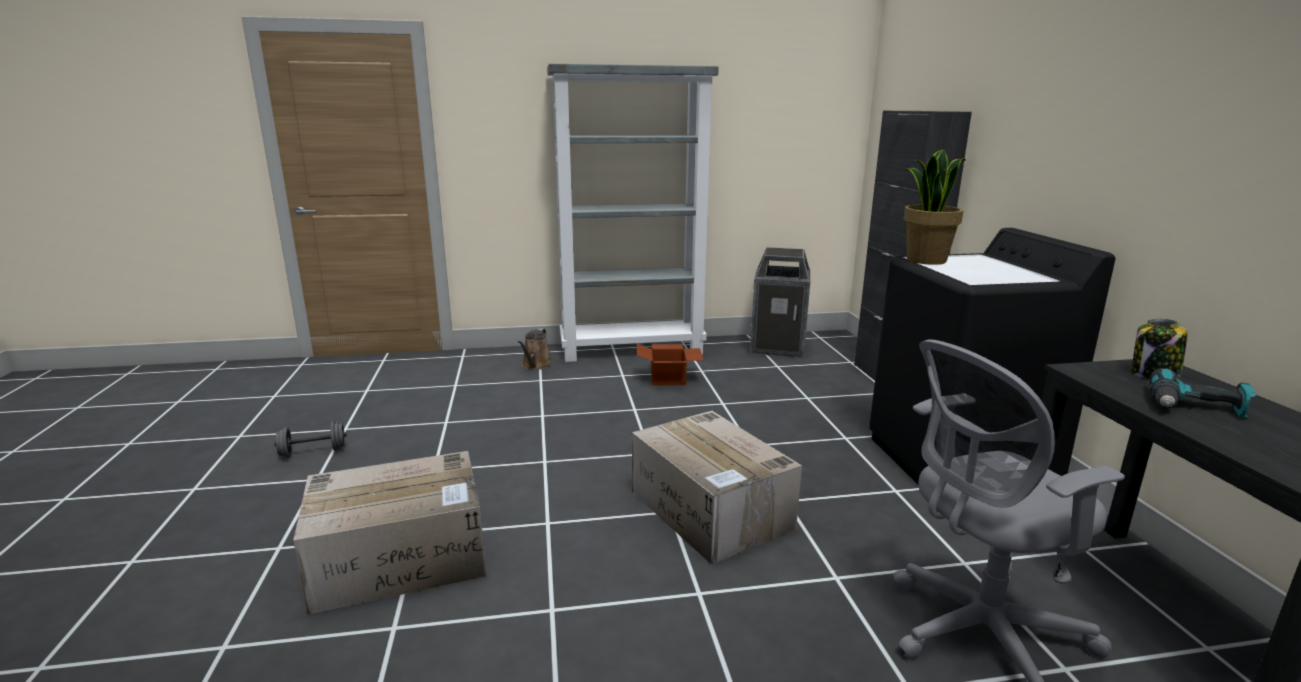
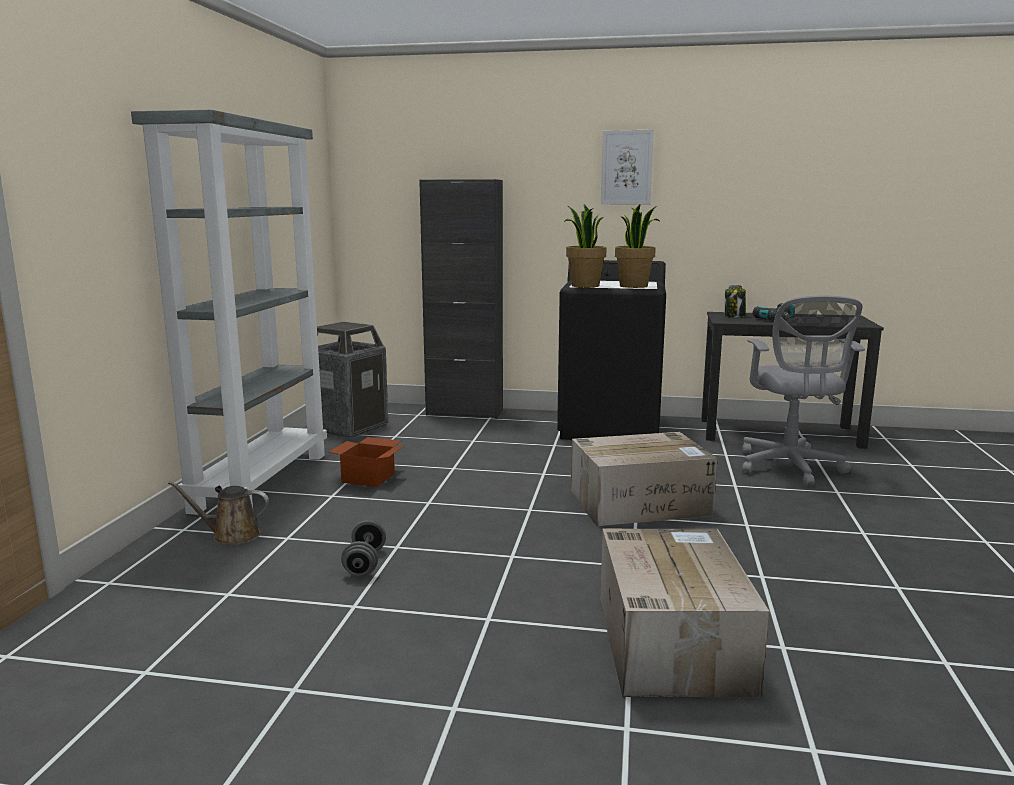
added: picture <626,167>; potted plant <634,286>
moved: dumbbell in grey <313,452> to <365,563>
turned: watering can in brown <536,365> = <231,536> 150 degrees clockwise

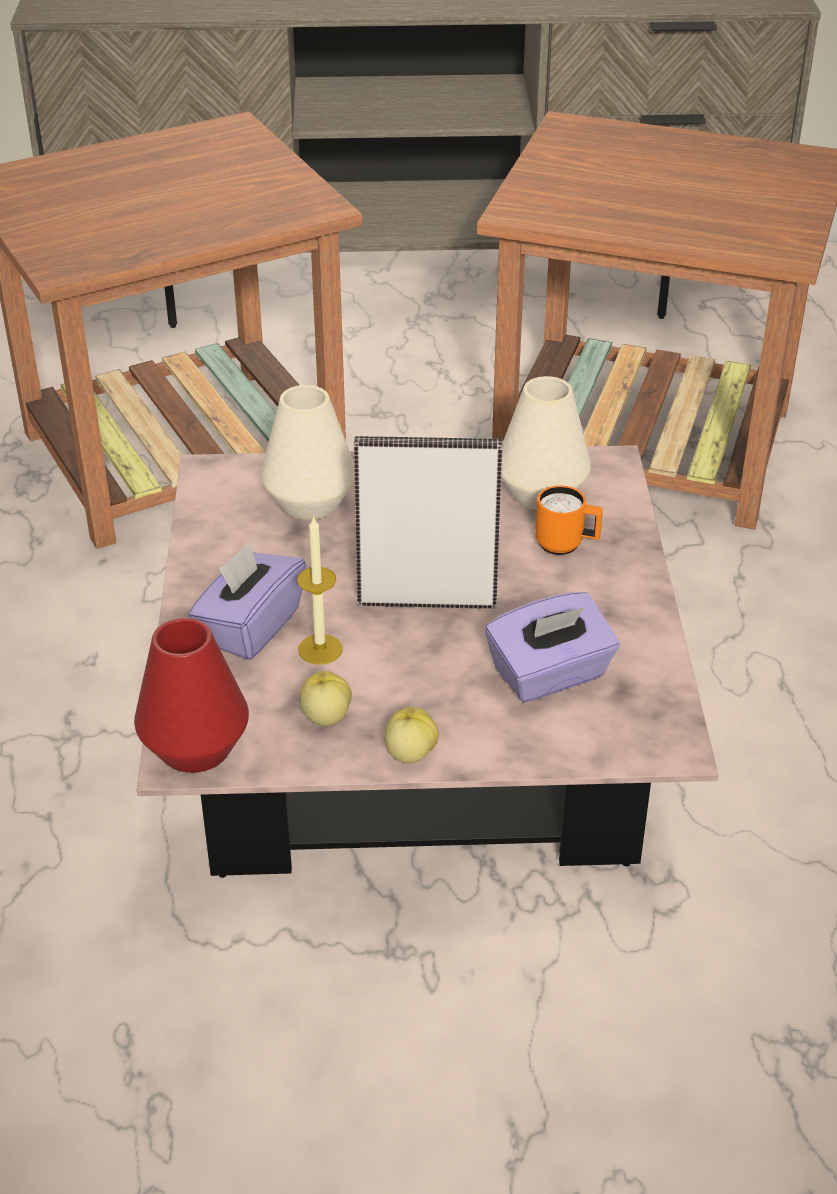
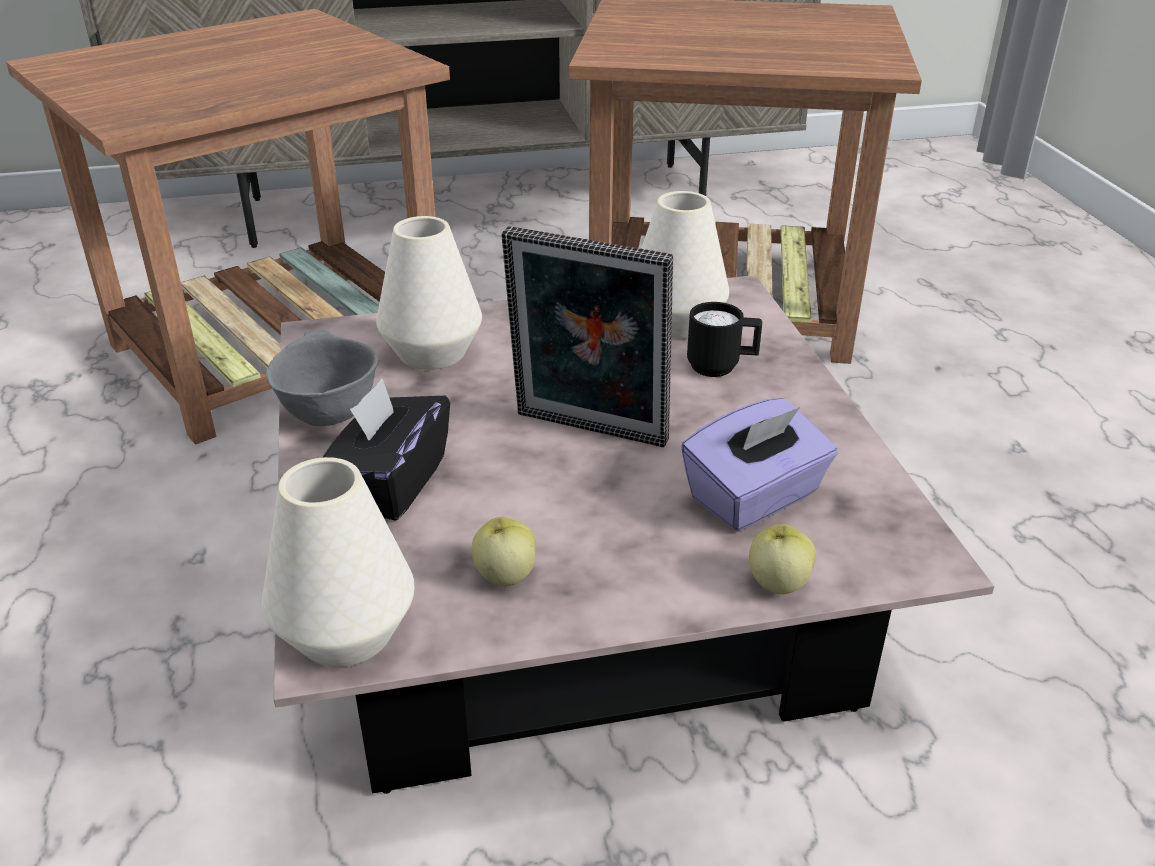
removed: candle <320,649>
added: bowl in grey <327,413>
moved: apple <410,753> to <777,583>
recoloured: vase in red <195,747> to vase in white <345,633>; tissue box in purple <250,627> to tissue box in black <390,484>; mug in orange <566,545> to mug in black <721,367>
turned: picture frame <427,598> = <588,432> 150 degrees counterclockwise

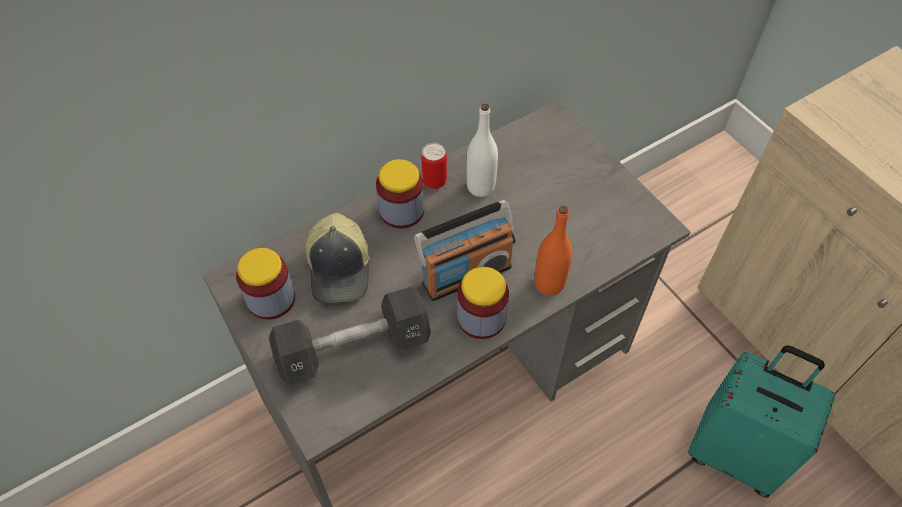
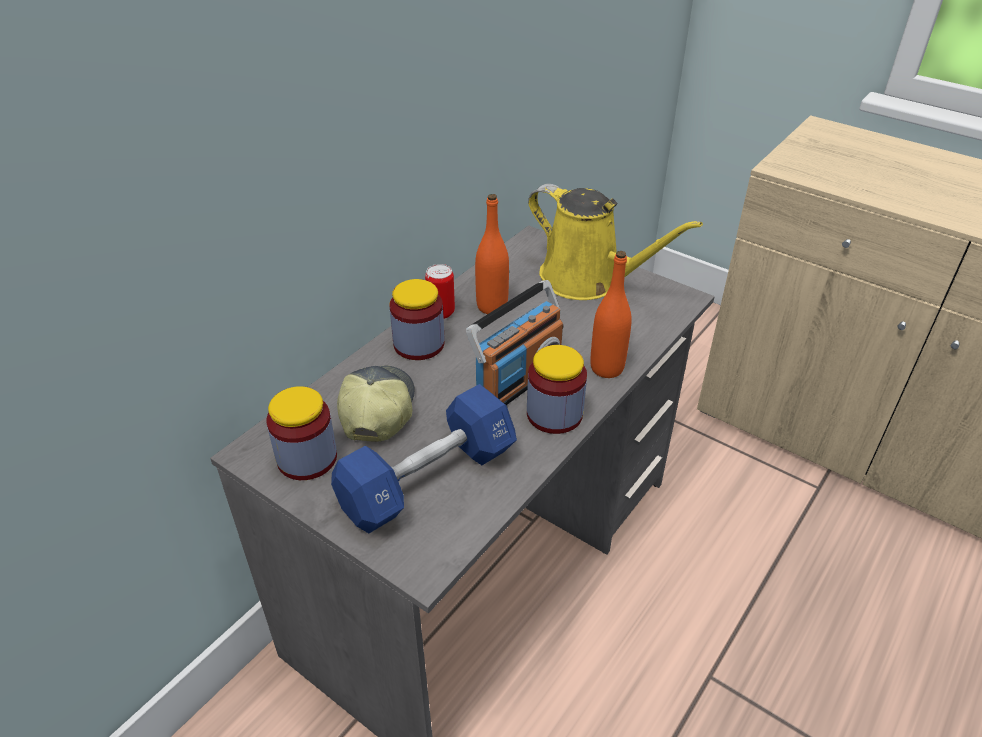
removed: suitcase in turquoise <735,453>
added: watering can in yellow <588,280>
recoloured: dumbbell in black <353,348> to dumbbell in blue <428,479>; bottle in white <480,187> to bottle in orange <492,306>
turned: cap <341,268> = <376,410> 150 degrees counterclockwise

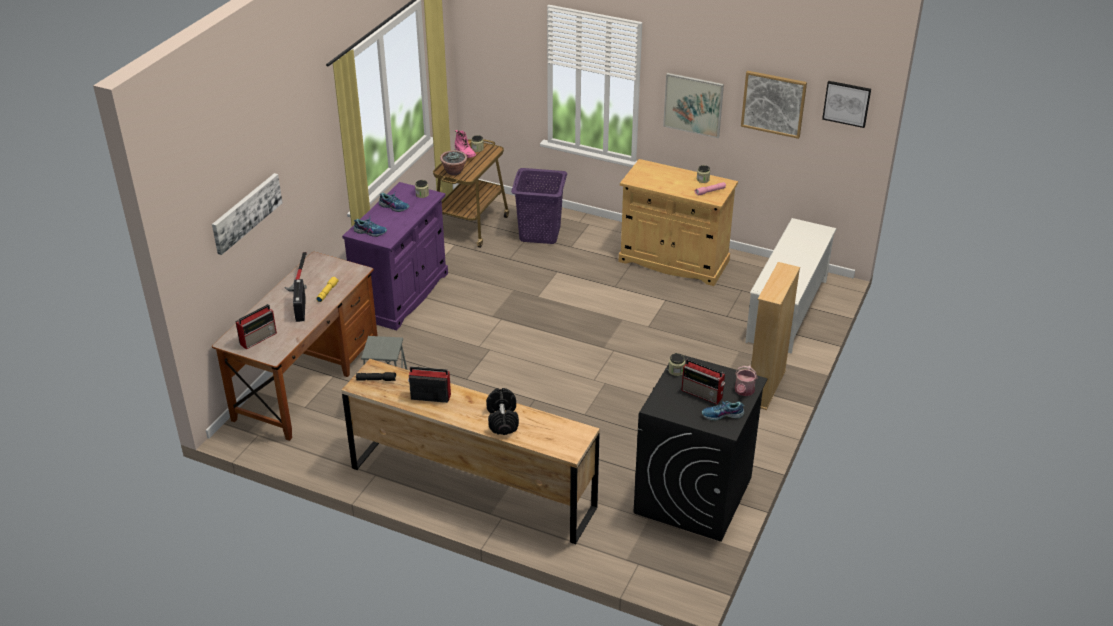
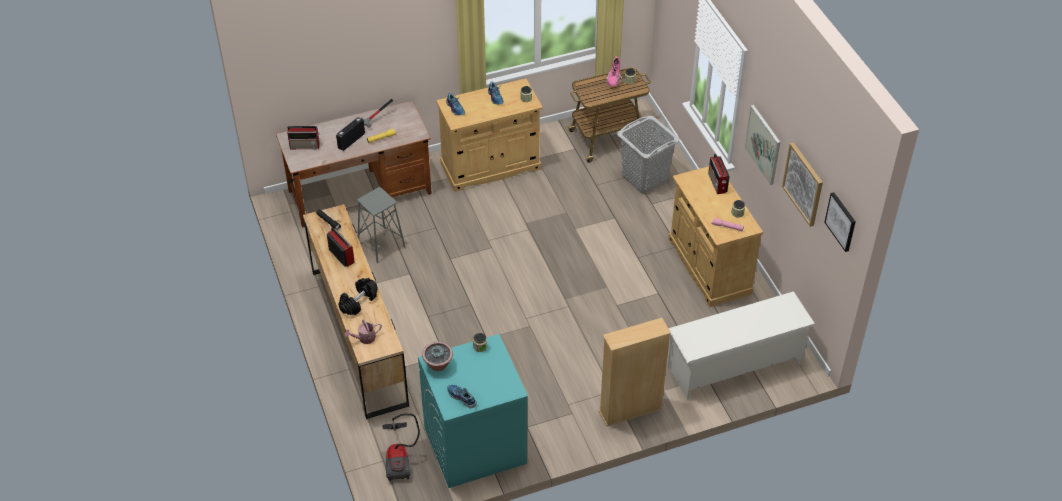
removed: picture <246,212>
added: vacuum cleaner <400,458>
moved: watering can <743,391> to <364,338>; potted plant <454,171> to <438,365>; radio <703,394> to <717,184>
recoloured: washing machine in black <693,495> to washing machine in turquoise <474,445>; cabinet in purple <402,295> to cabinet in beige <490,166>; laundry basket in purple <540,234> to laundry basket in grey <644,178>

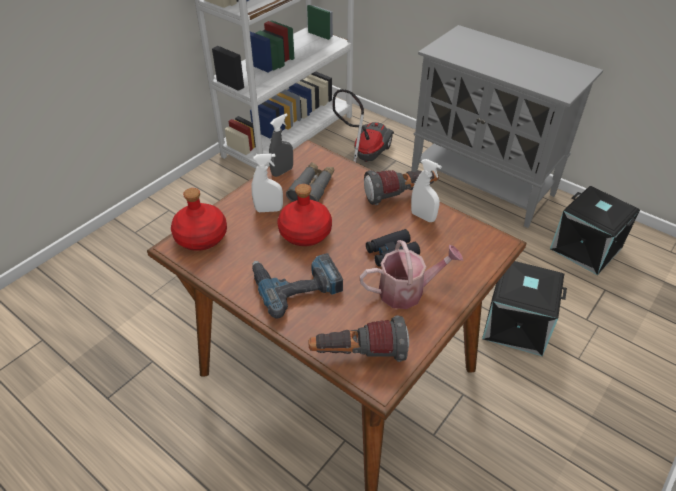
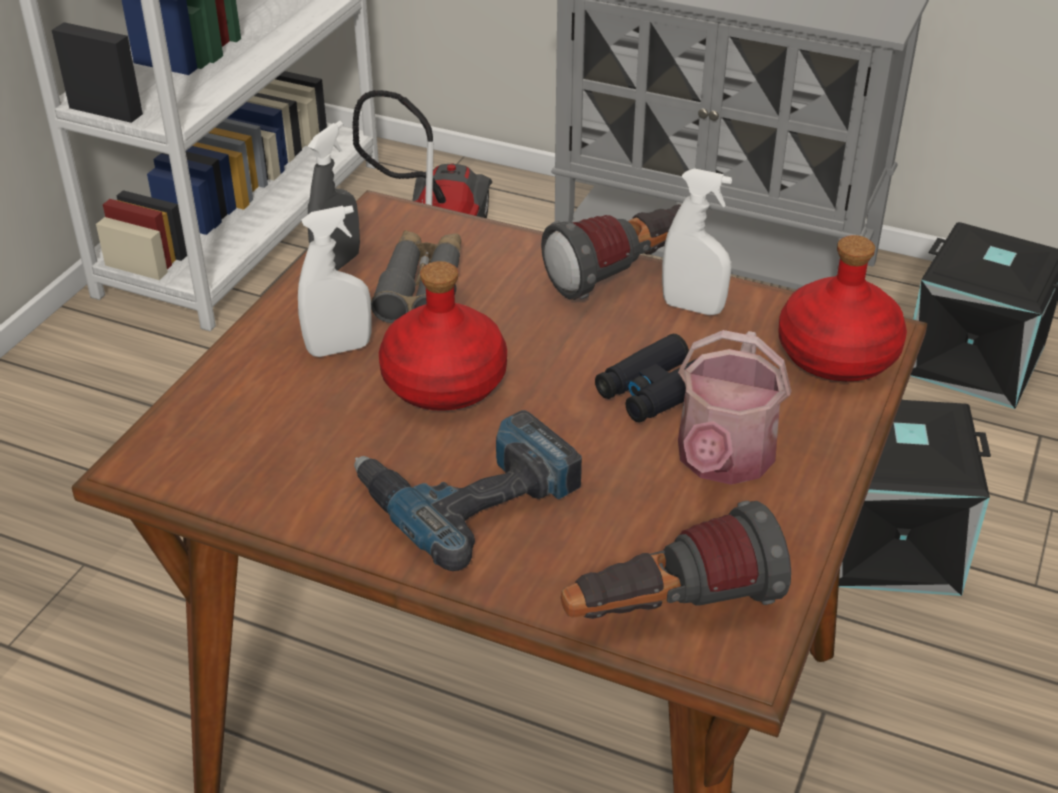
moved: bottle in red <202,237> to <838,355>
turned: watering can <407,291> = <722,461> 135 degrees clockwise

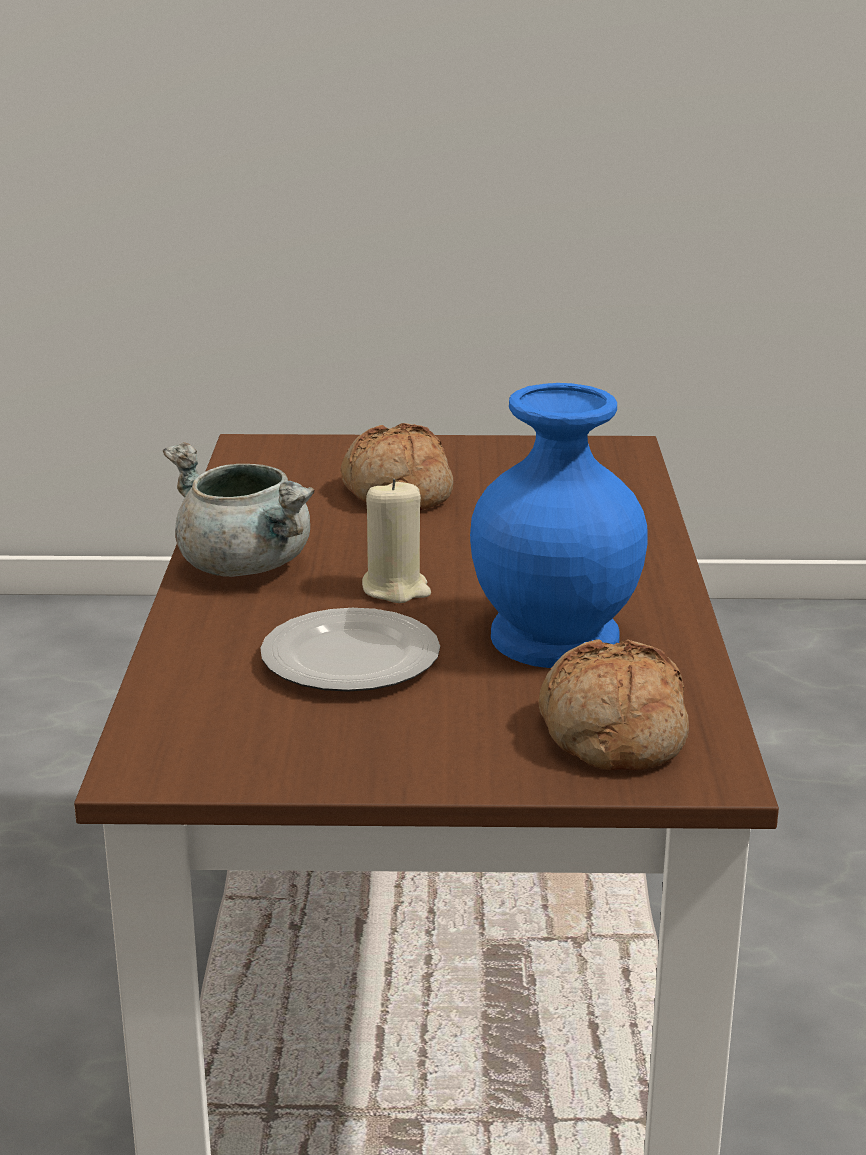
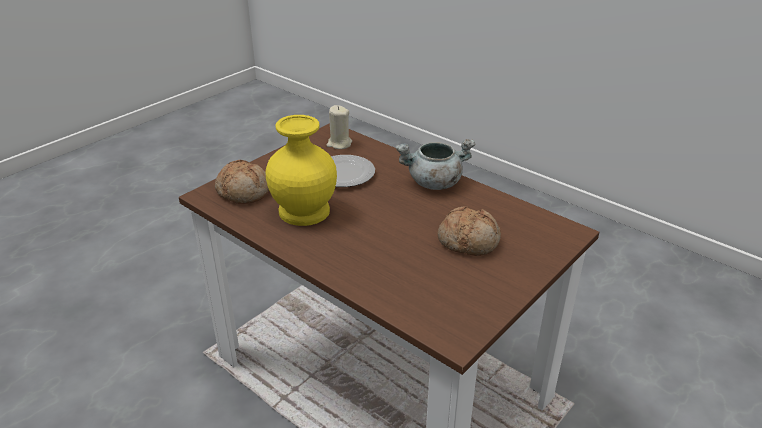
moved: candle in beige <396,589> to <339,144>
recoloured: vase in blue <555,640> to vase in yellow <303,211>

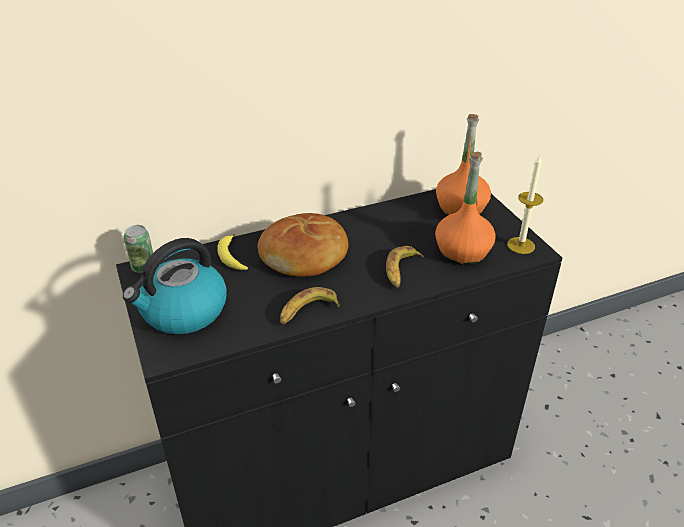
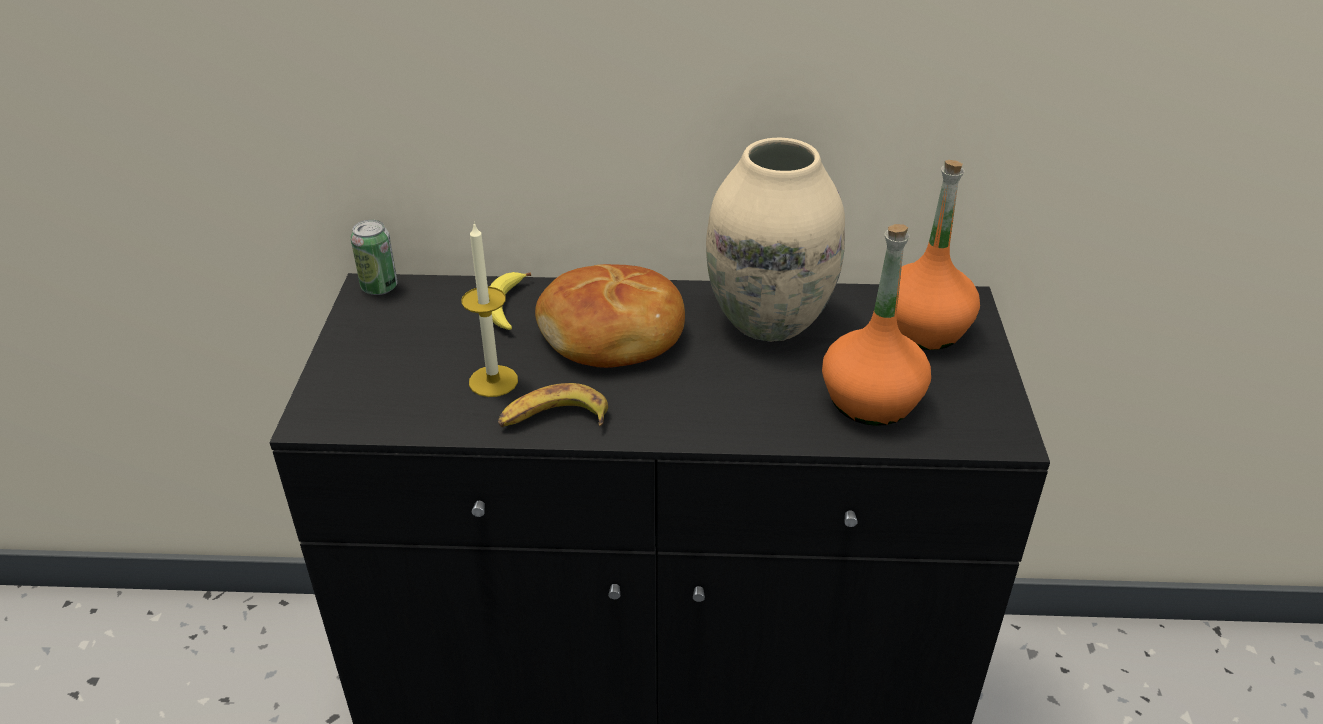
removed: kettle <183,312>; banana <401,271>
added: vase in beige <767,320>
moved: candle <521,245> to <493,381>

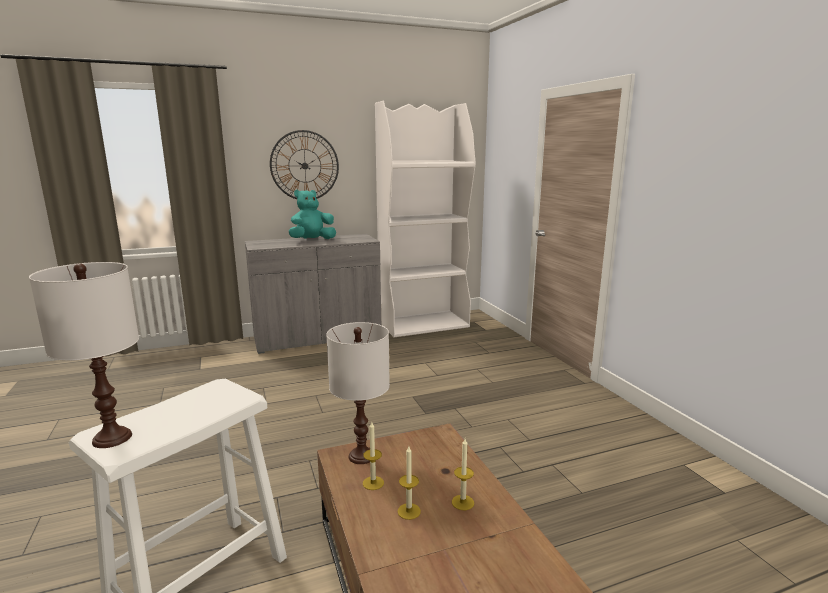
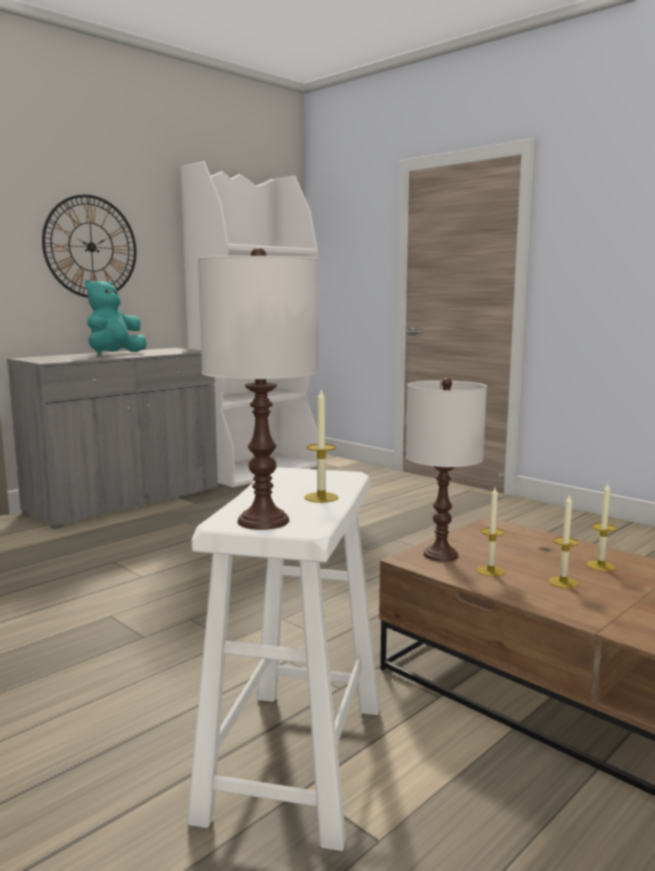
added: candle <321,497>

